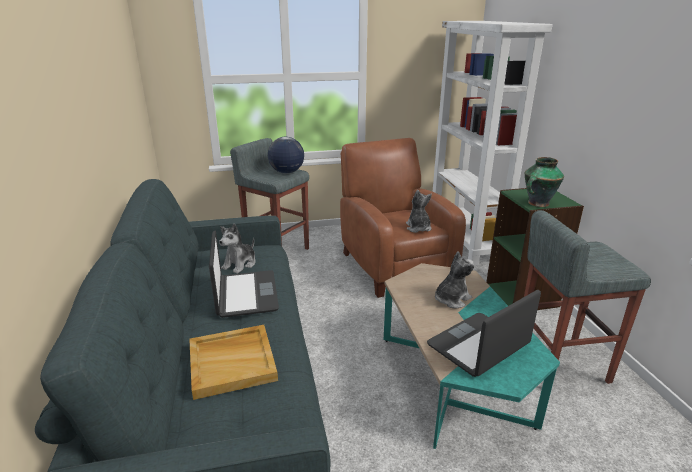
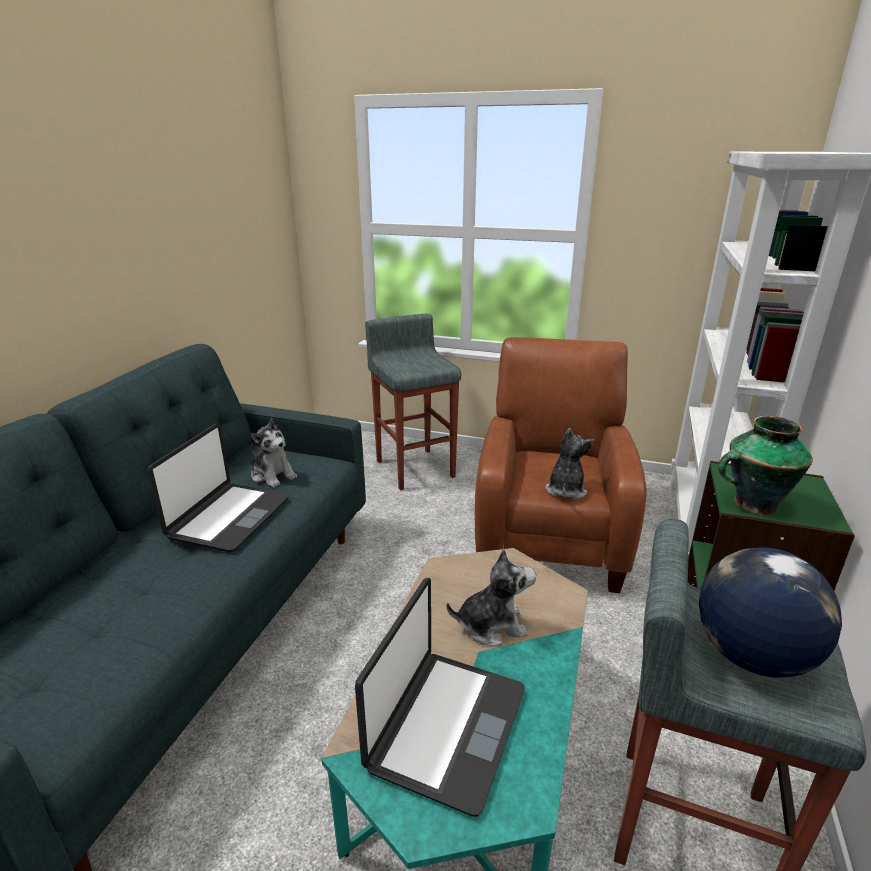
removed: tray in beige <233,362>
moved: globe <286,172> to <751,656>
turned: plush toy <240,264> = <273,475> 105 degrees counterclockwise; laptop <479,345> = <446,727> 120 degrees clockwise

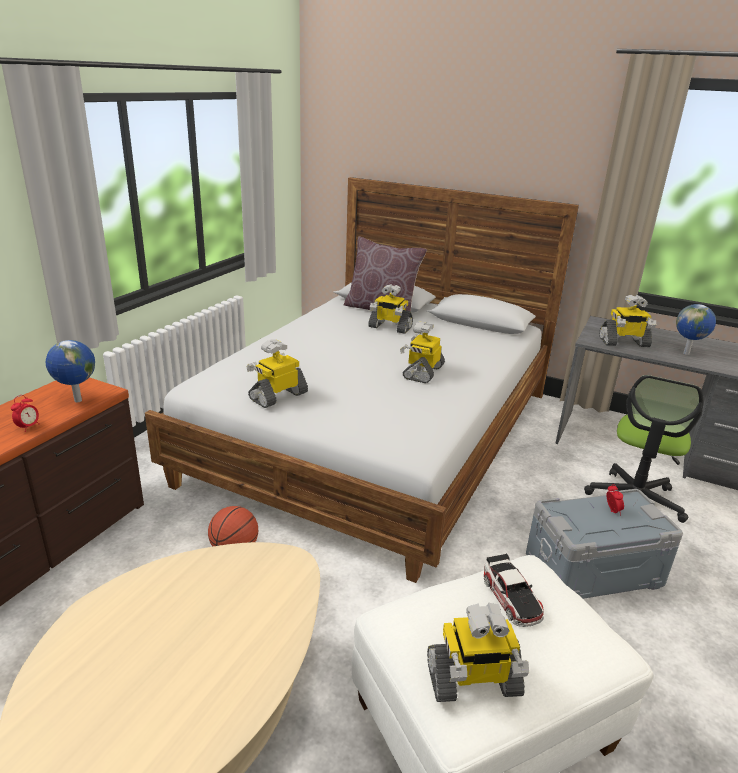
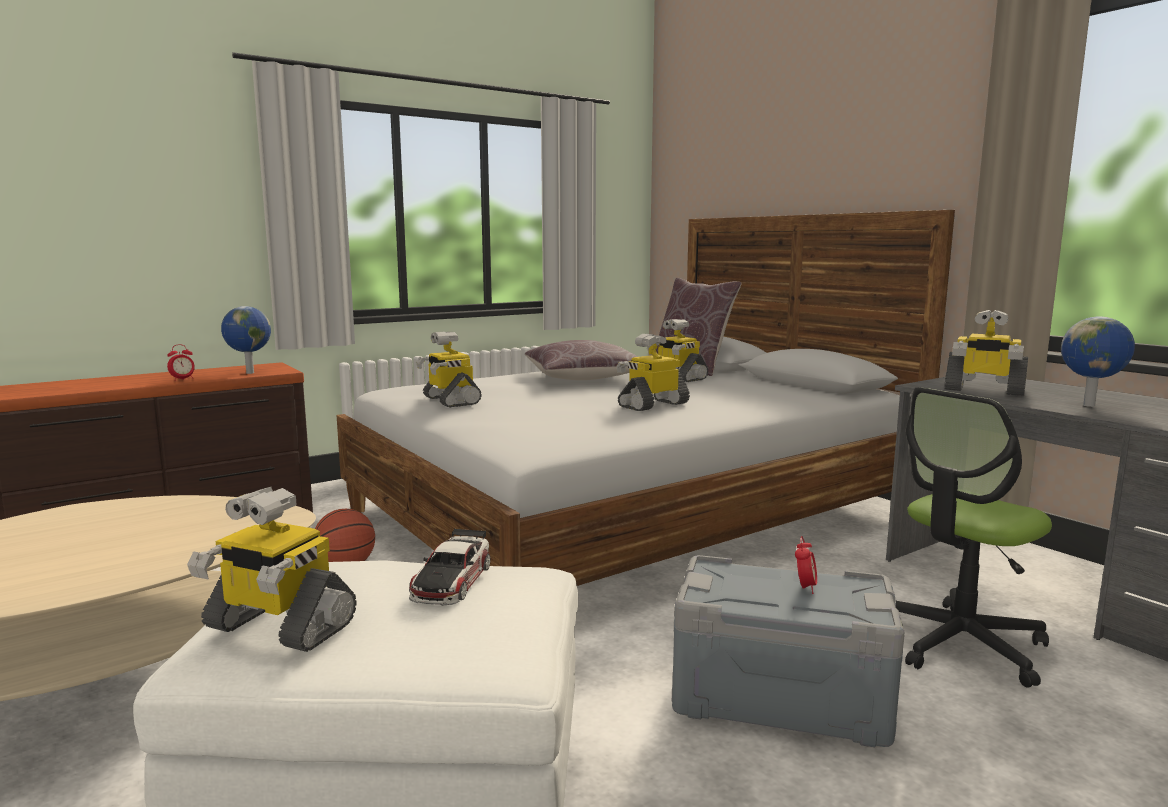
added: pillow in brown <583,378>
turned: toy robot <278,396> = <450,400> 105 degrees counterclockwise

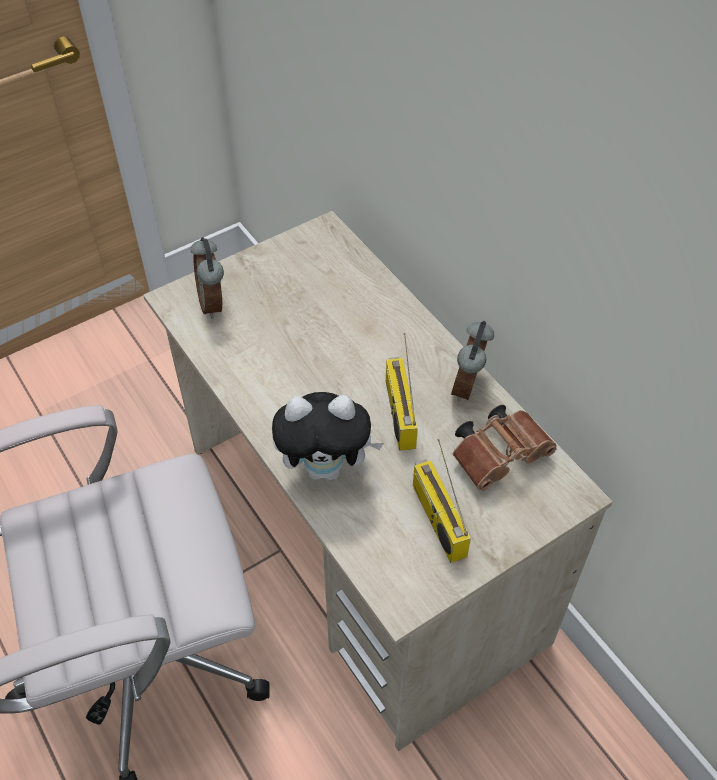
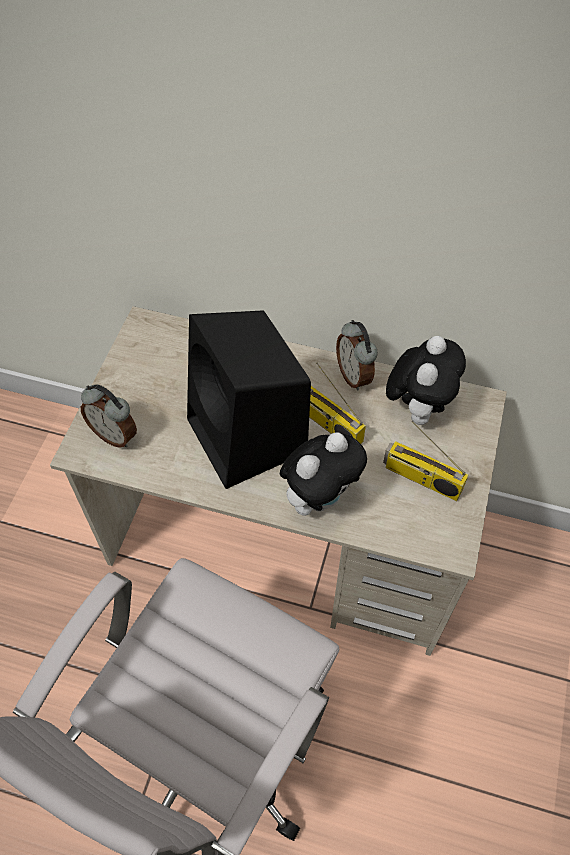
added: speaker in black <249,437>
replaced: binoculars in brown <501,455> to plush toy <418,407>

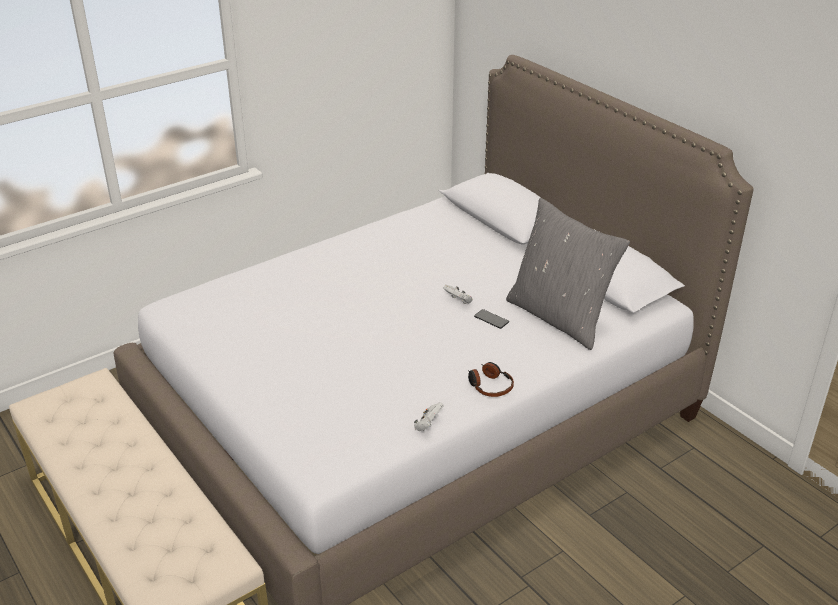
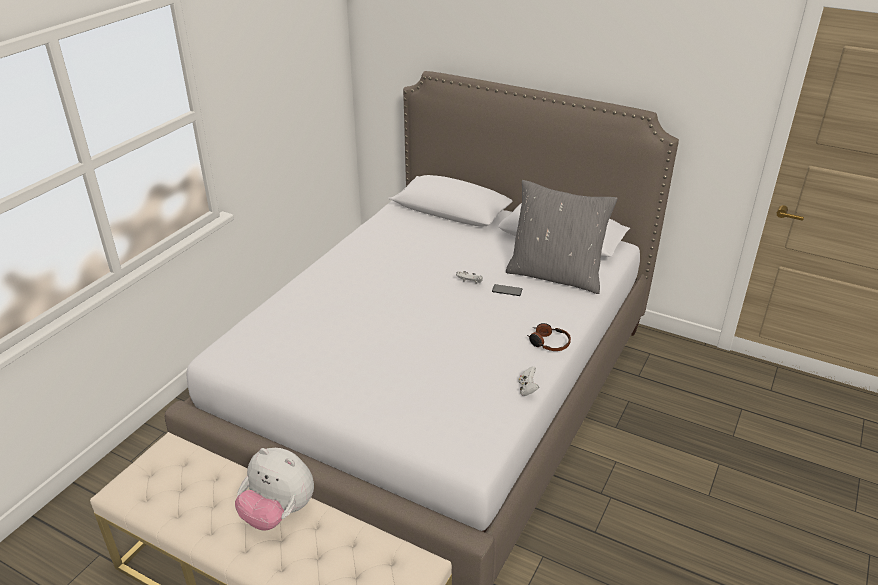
added: plush toy <278,513>

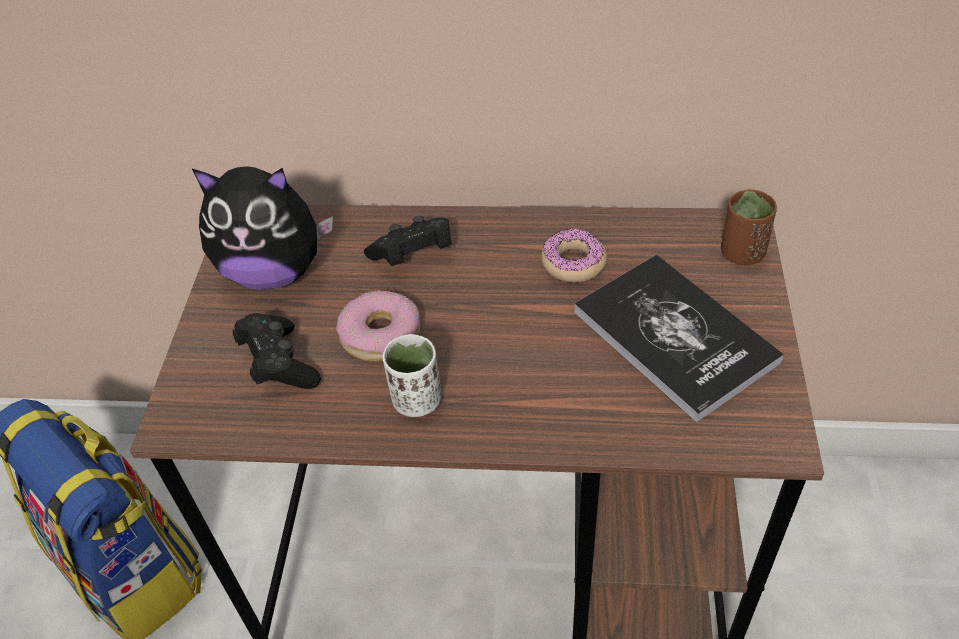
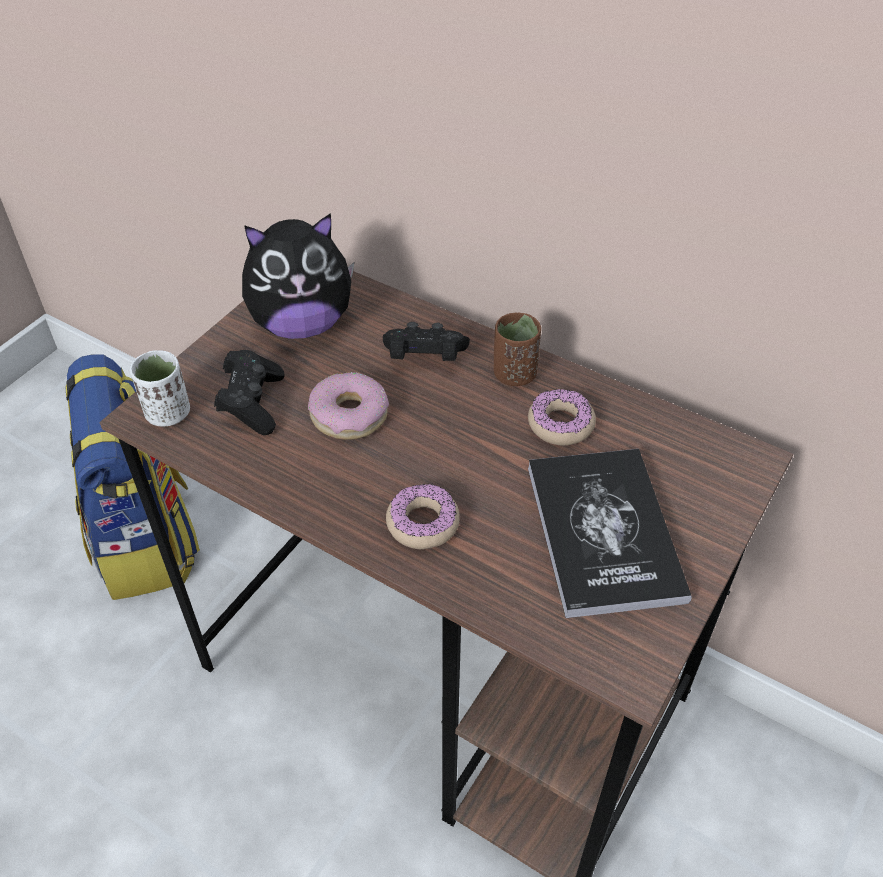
added: donut <423,523>
moved: cup in white <417,400> to <168,413>; cup in brown <742,253> to <514,374>
turned: plush toy <274,271> = <302,324> 45 degrees counterclockwise

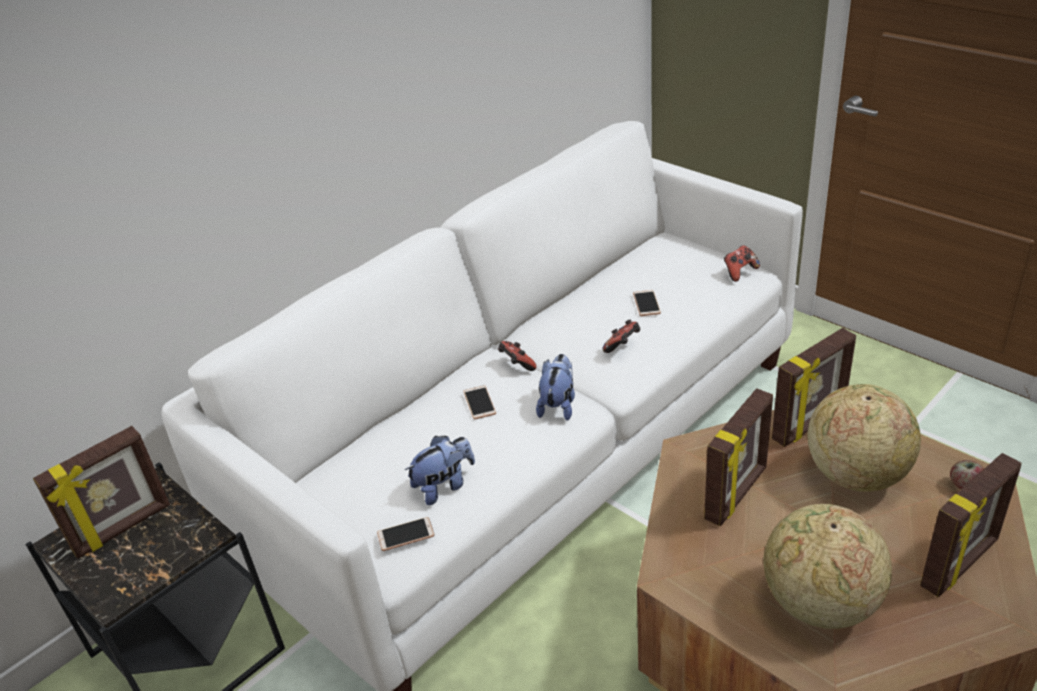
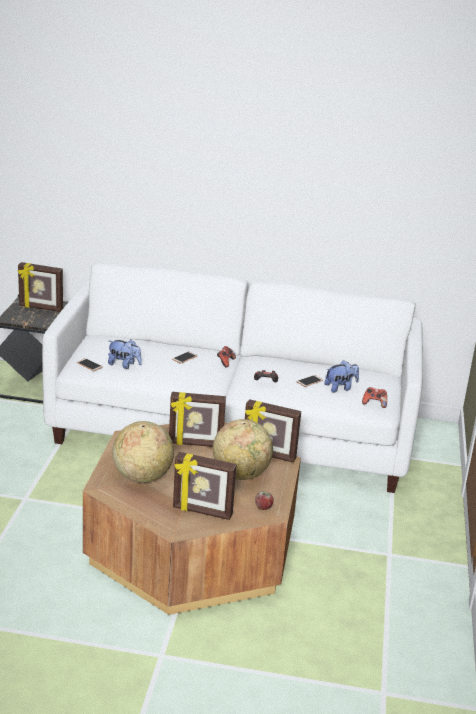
moved: plush toy <558,405> to <340,388>

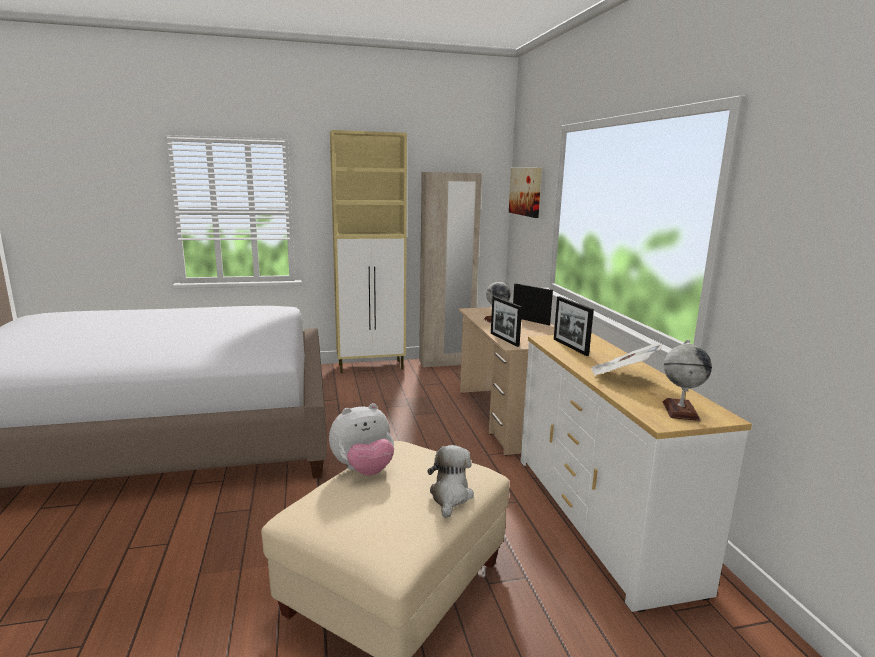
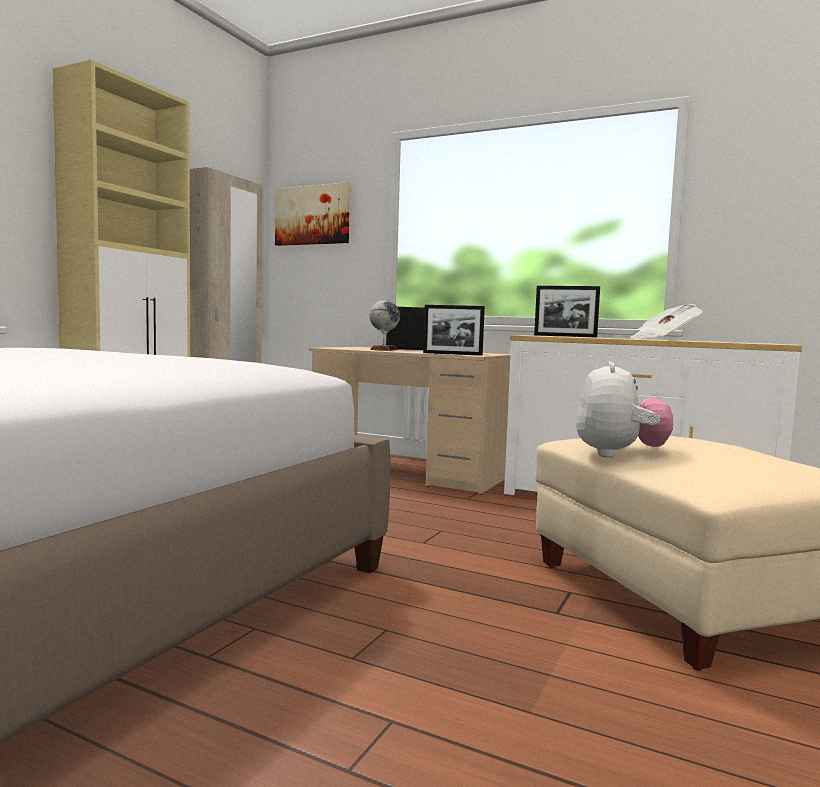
removed: plush toy <450,496>; globe <680,410>

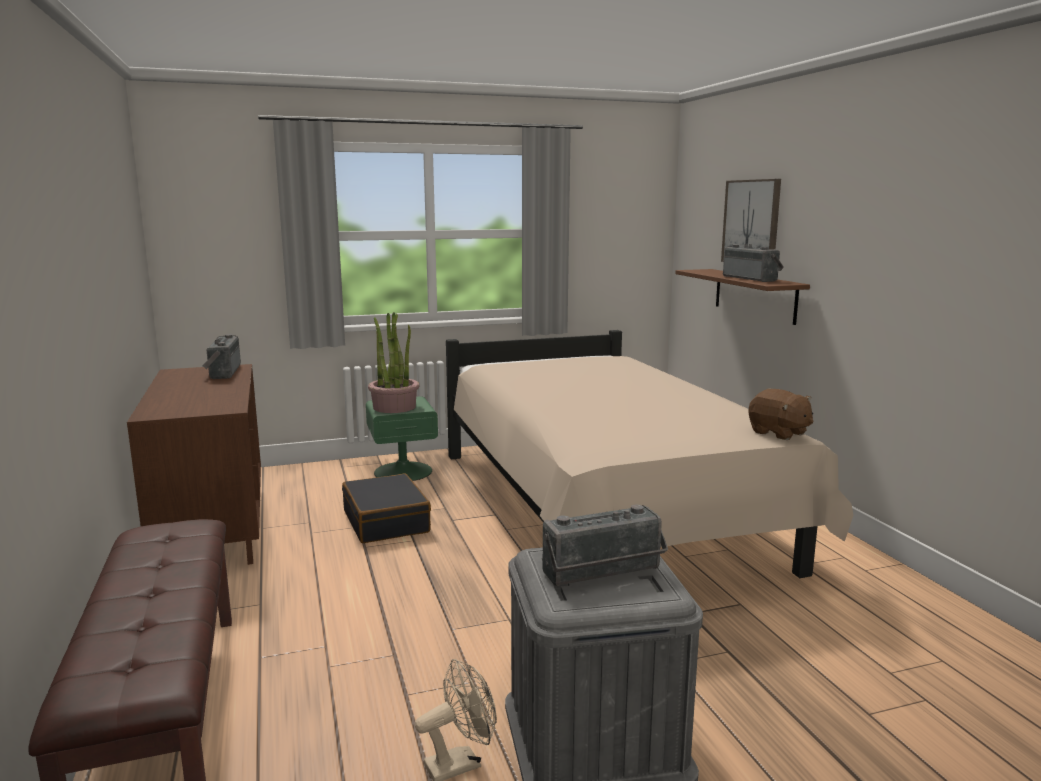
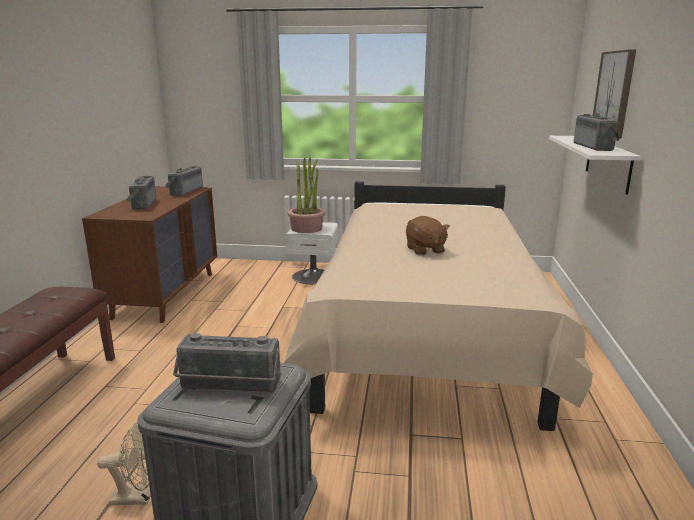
removed: suitcase in black <386,521>
added: radio <141,204>
moved: plush toy in brown <778,433> to <424,250>
recoloured: nightstand in green <403,471> to nightstand in white <313,276>; shelf in brown <754,295> to shelf in white <608,163>

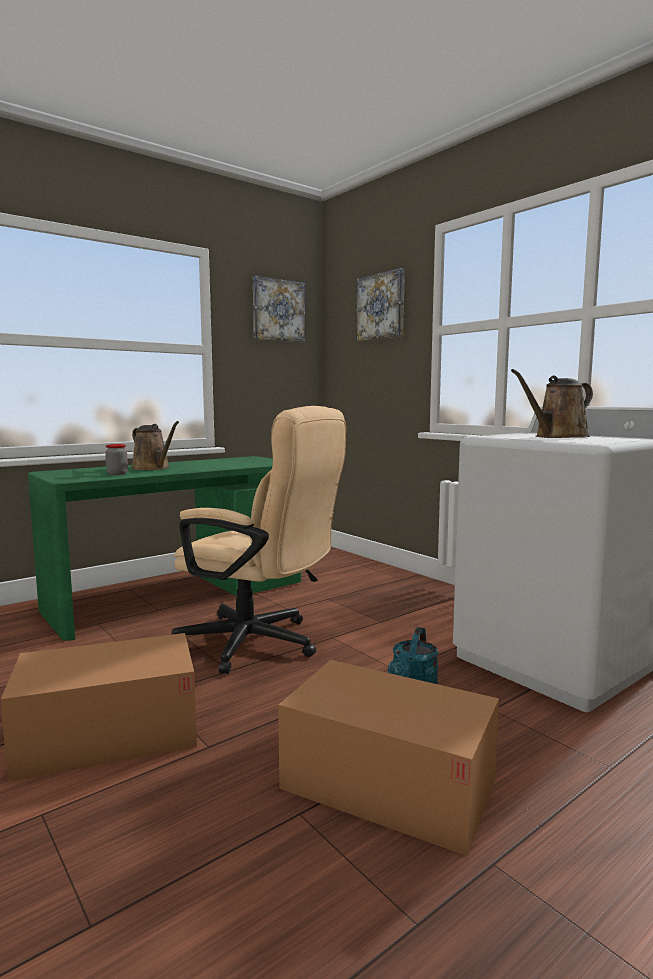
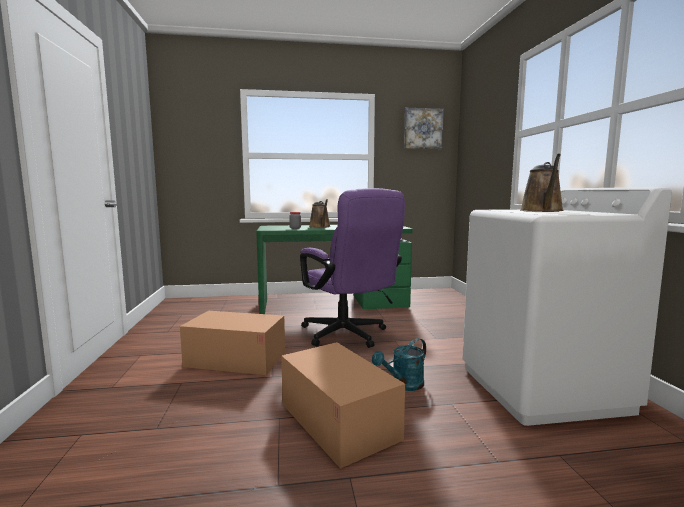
removed: picture <381,306>
recoloured: office chair in beige <259,645> to office chair in purple <348,336>
turned: watering can in brown <557,437> = <542,211> 75 degrees counterclockwise

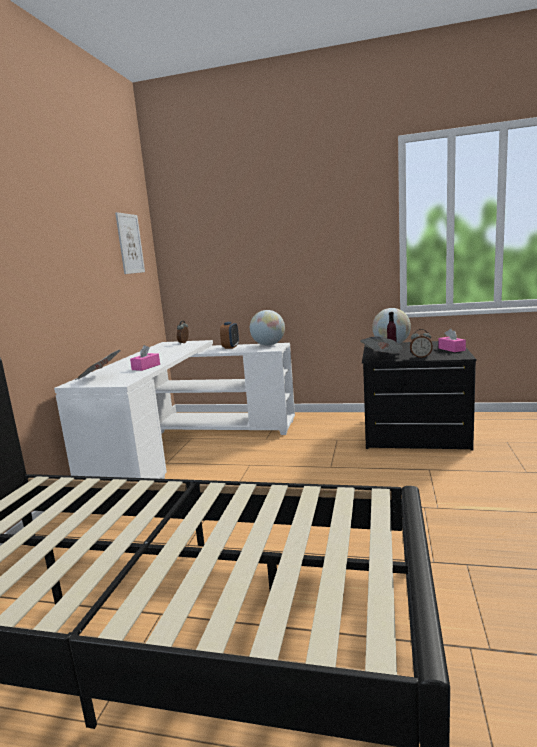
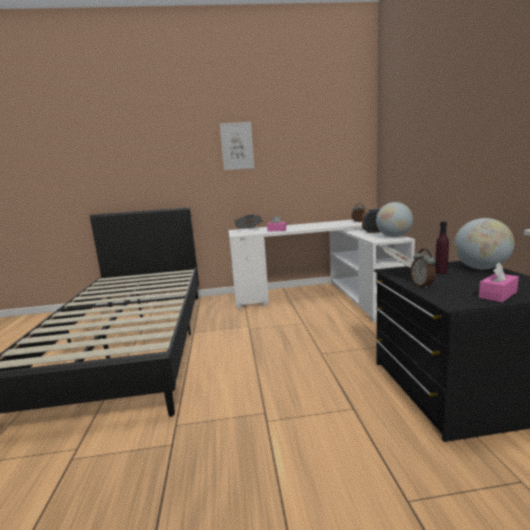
moved: picture <130,244> to <237,146>

